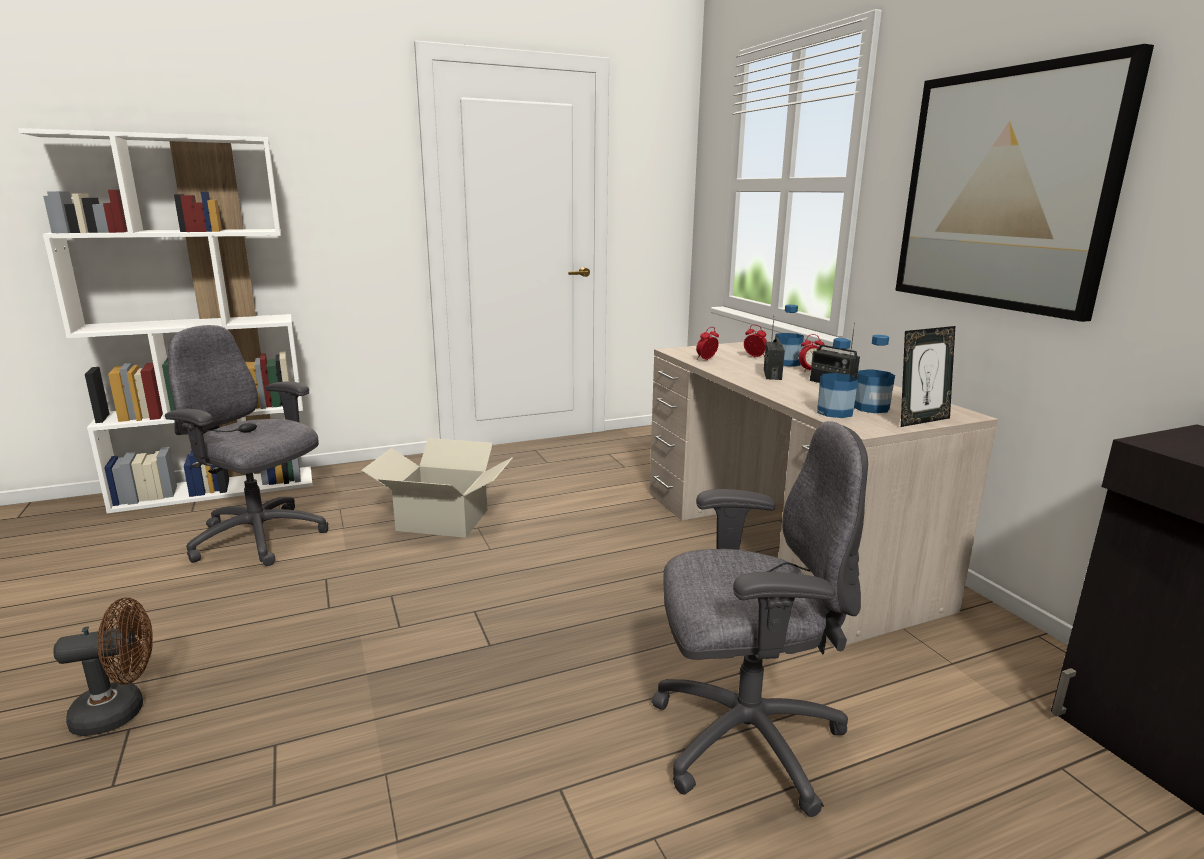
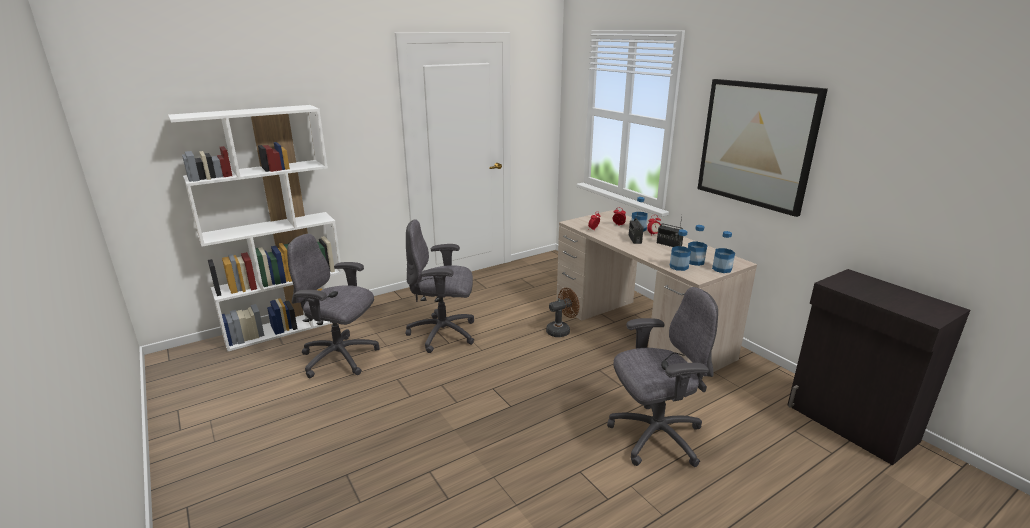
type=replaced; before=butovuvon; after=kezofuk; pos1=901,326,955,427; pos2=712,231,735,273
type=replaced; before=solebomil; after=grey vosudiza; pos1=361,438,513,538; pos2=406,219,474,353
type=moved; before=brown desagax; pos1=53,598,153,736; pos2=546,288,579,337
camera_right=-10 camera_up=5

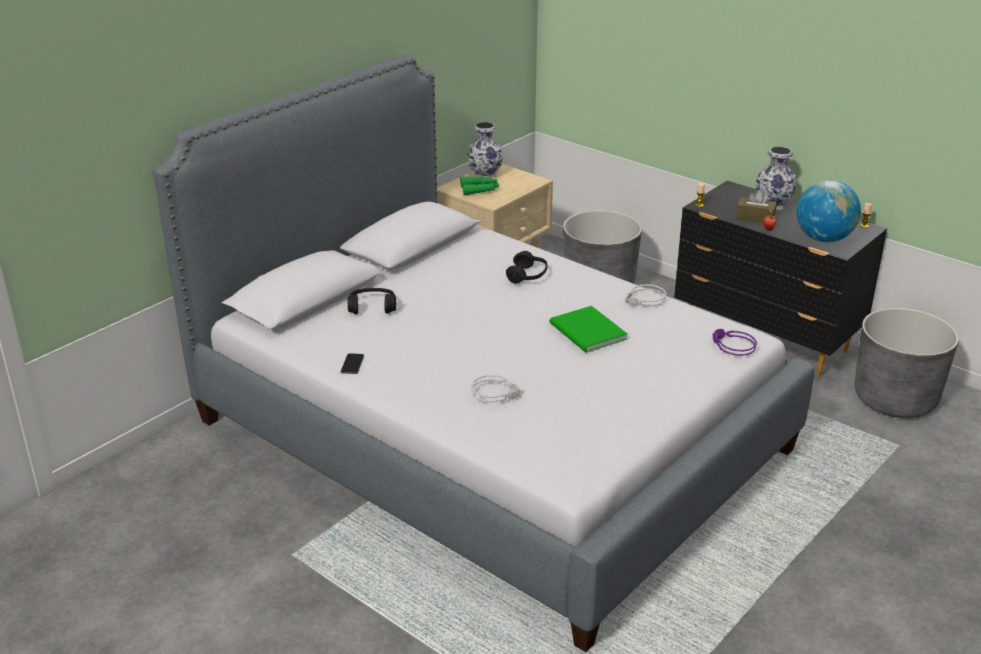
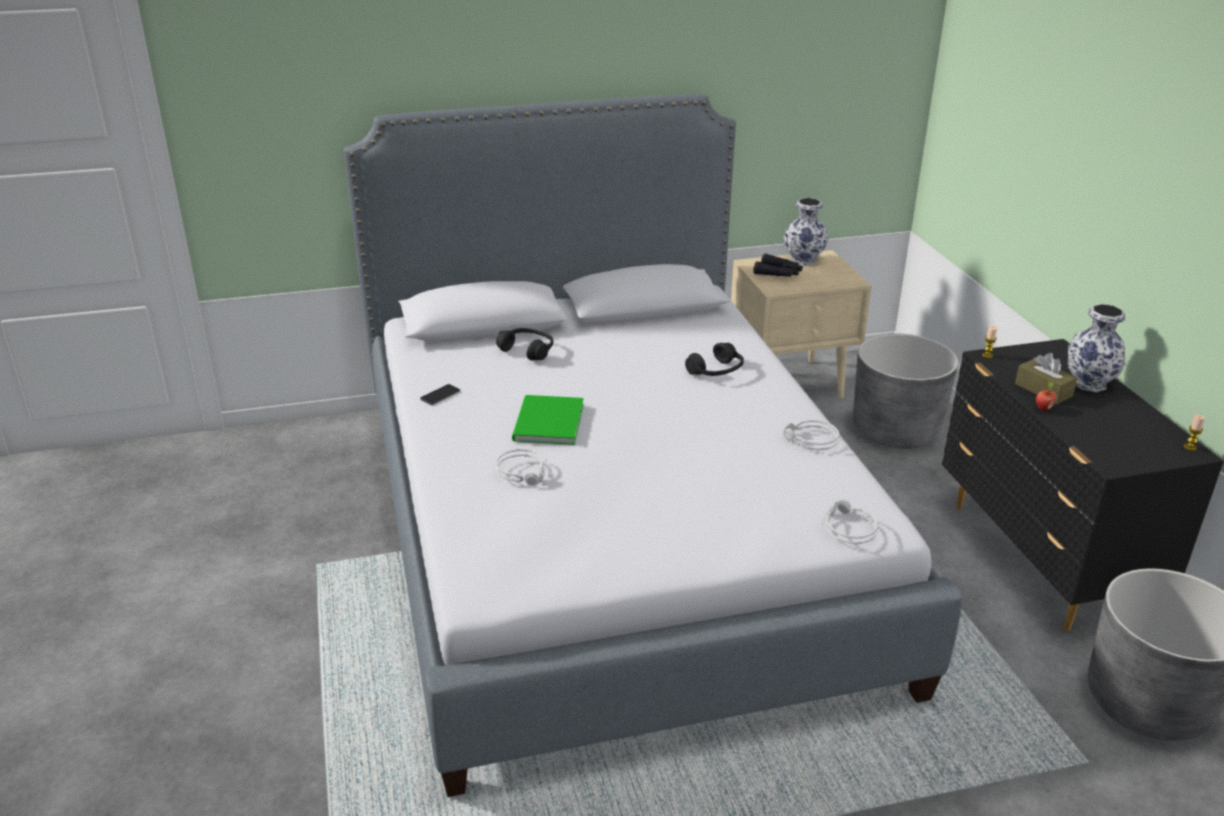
type=recoloured; before=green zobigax; after=black zobigax; pos1=460,177,499,195; pos2=753,253,803,277
type=removed; before=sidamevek; pos1=796,180,861,242
type=moved; before=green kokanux; pos1=550,306,628,353; pos2=512,395,584,445
type=recoloured; before=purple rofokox; after=grey rofokox; pos1=713,329,757,356; pos2=821,500,878,544
camera_right=35 camera_up=0

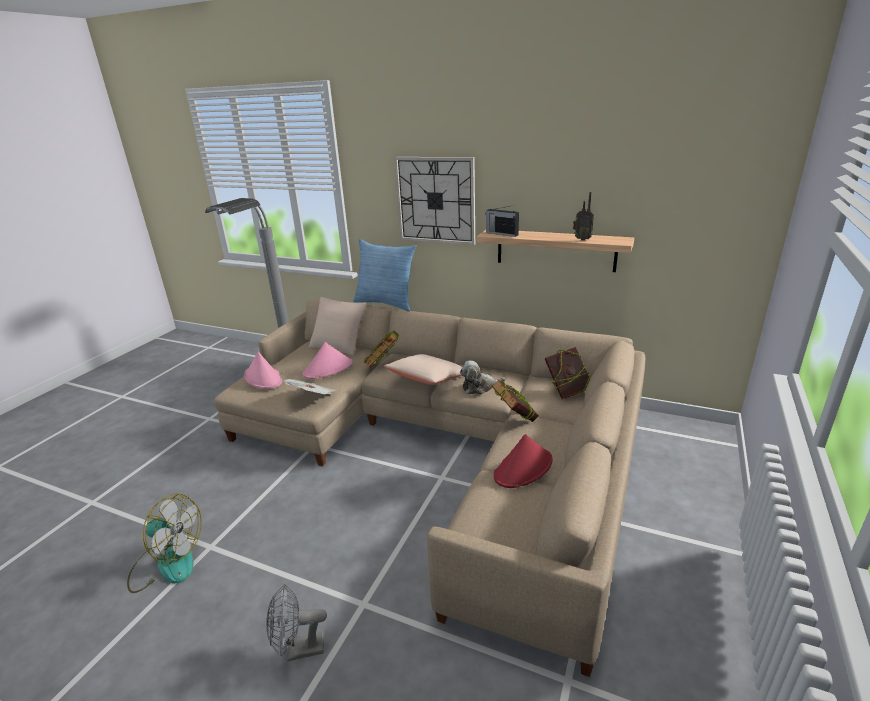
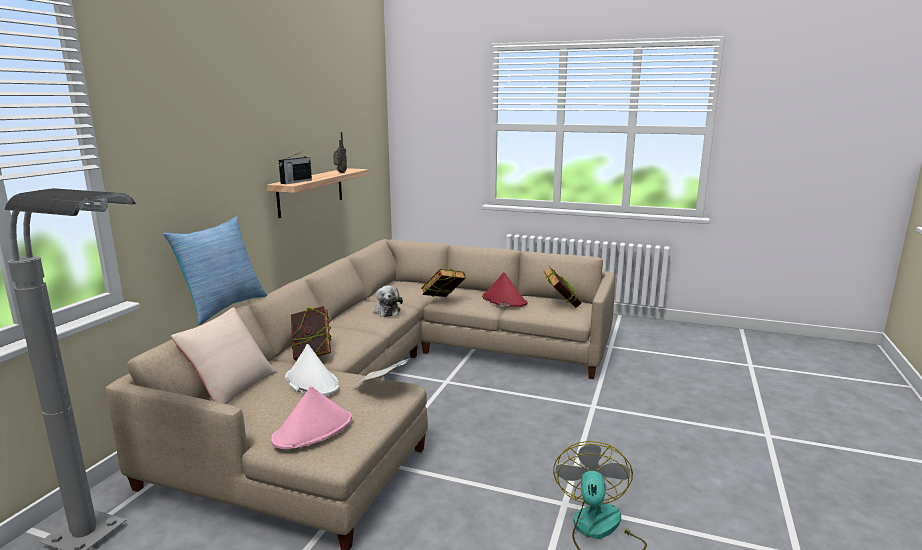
type=removed; before=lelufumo; pos1=394,157,475,245
type=recoloured; before=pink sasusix; after=white sasusix; pos1=303,342,353,379; pos2=285,344,339,396
type=moved; before=kokanux; pos1=545,347,591,399; pos2=544,266,581,308
type=removed; before=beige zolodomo; pos1=384,354,463,385
type=removed; before=grey desagax; pos1=266,584,327,662
camera_right=-95 camera_up=-10

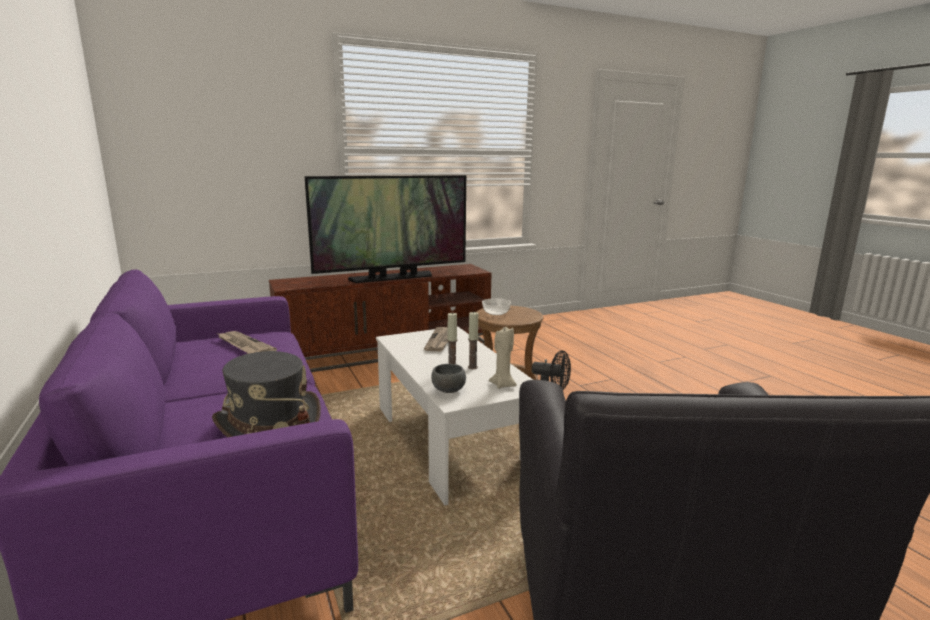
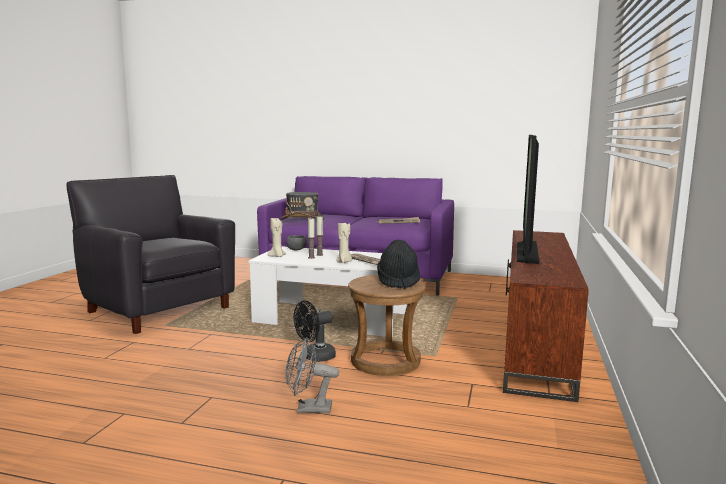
type=replaced; before=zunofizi; after=black sasusix; pos1=482,298,511,315; pos2=377,239,420,289
type=added; after=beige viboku; pos2=337,223,352,263
type=added; after=grey desagax; pos2=286,337,339,413
camera_right=130 camera_up=-5

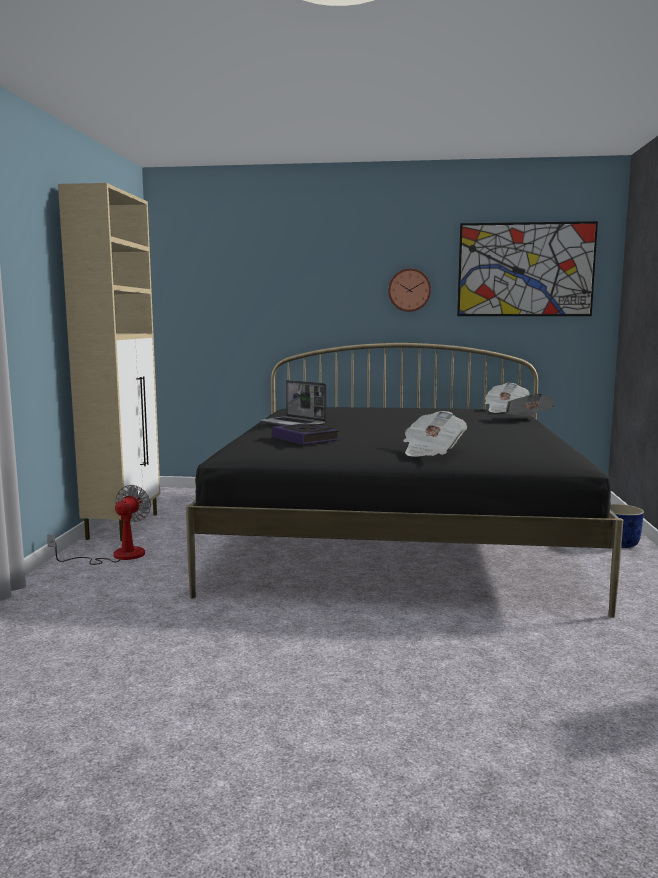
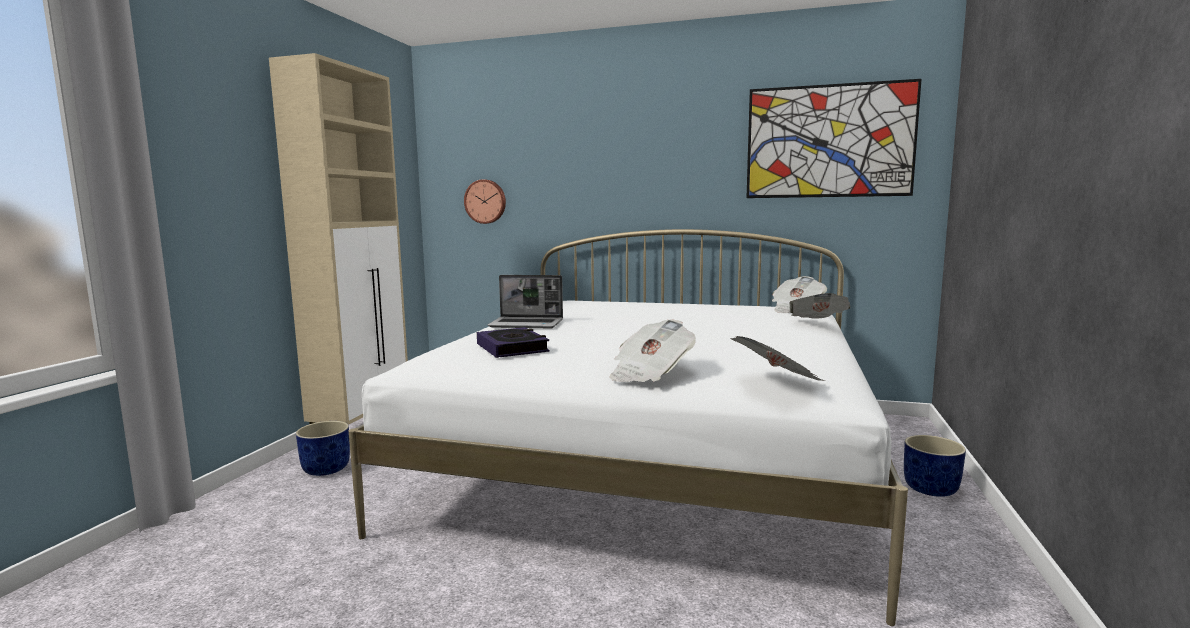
type=moved; before=lelufumo; pos1=388,268,431,312; pos2=464,179,506,224
type=recoloured; before=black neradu; after=white neradu; pos1=186,343,623,618; pos2=349,229,908,626
type=turned; before=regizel; pos1=259,380,326,426; pos2=487,275,563,328; turn=-45
type=replaced; before=desagax; after=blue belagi; pos1=47,485,151,565; pos2=296,421,350,476
type=added; after=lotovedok; pos2=731,336,826,381
camera_right=10 camera_up=0

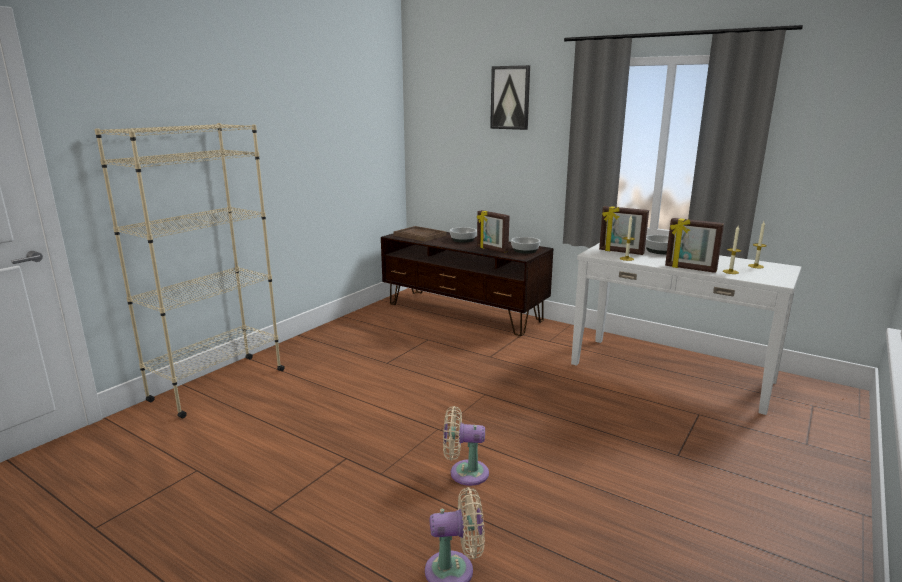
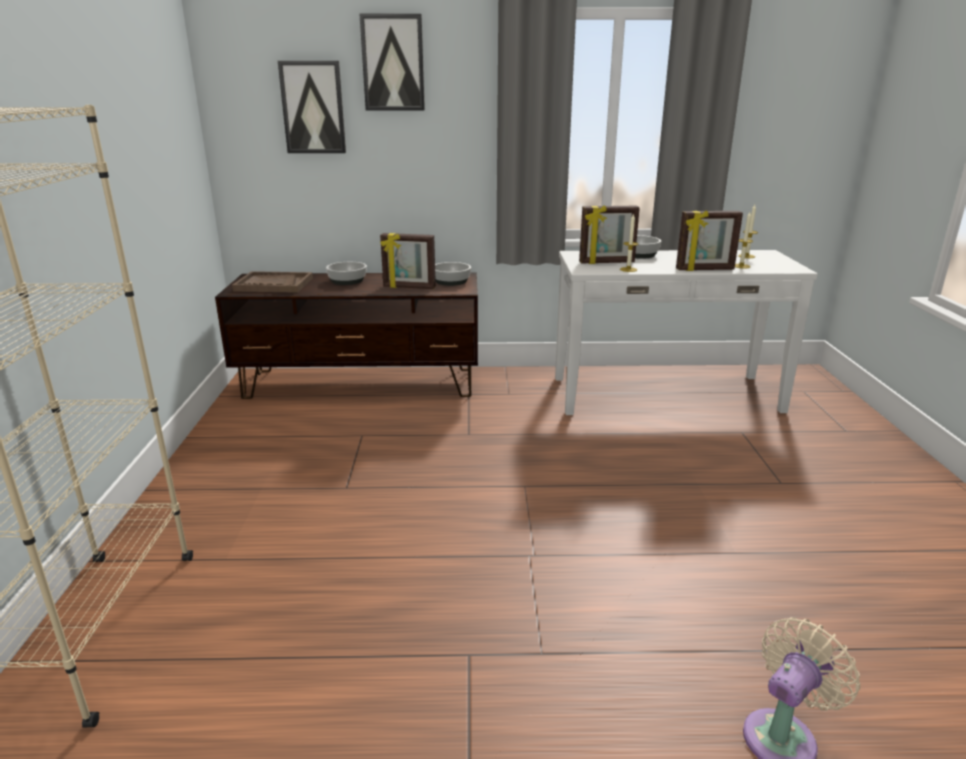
type=removed; before=beige desagax; pos1=443,406,489,486
type=added; after=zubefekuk; pos2=278,61,346,153
camera_right=-35 camera_up=5

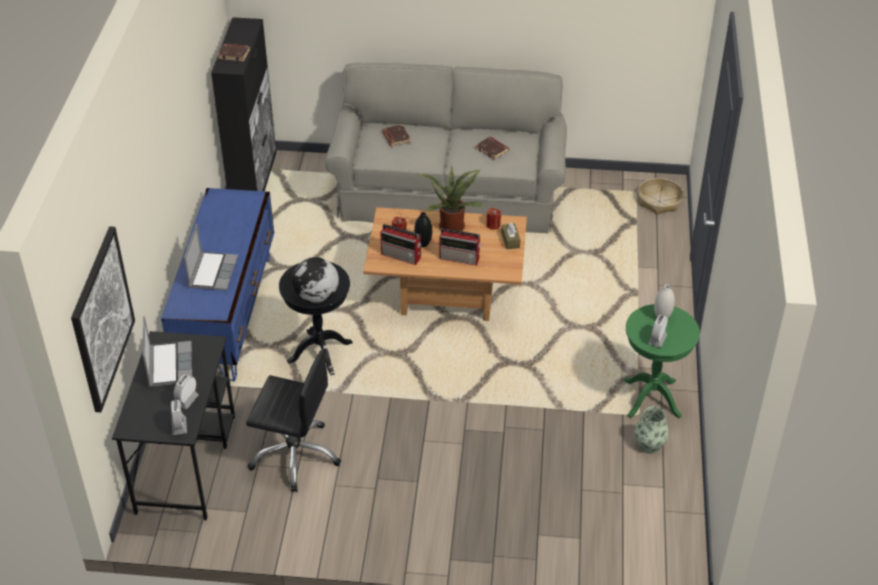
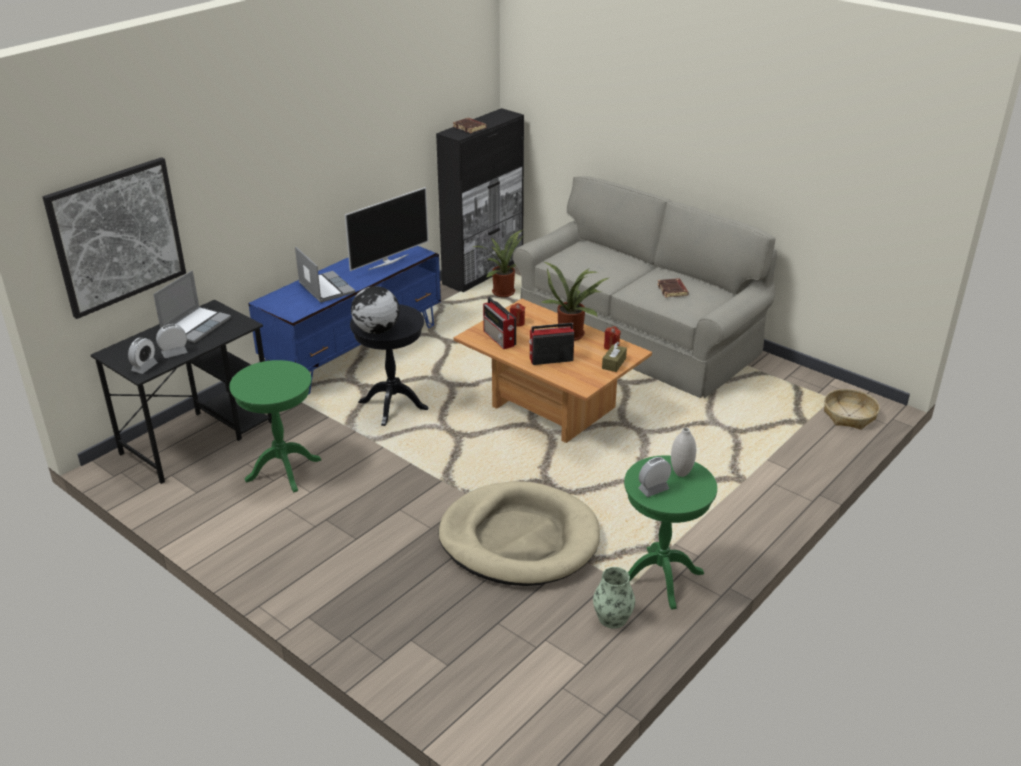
type=removed; before=brown kokanux; pos1=382,125,411,147
type=removed; before=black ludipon; pos1=414,212,432,247
type=turned; before=regizel; pos1=184,223,238,291; pos2=295,246,355,303; turn=-75
type=turned; before=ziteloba; pos1=440,228,481,266; pos2=529,323,574,365; turn=120
type=replaced; before=black vosudiza; after=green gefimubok; pos1=246,349,341,492; pos2=229,360,321,492
type=added; after=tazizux; pos2=345,187,429,271
type=added; after=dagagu; pos2=473,229,525,297
type=added; after=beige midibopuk; pos2=438,481,600,586
camera_right=35 camera_up=-10

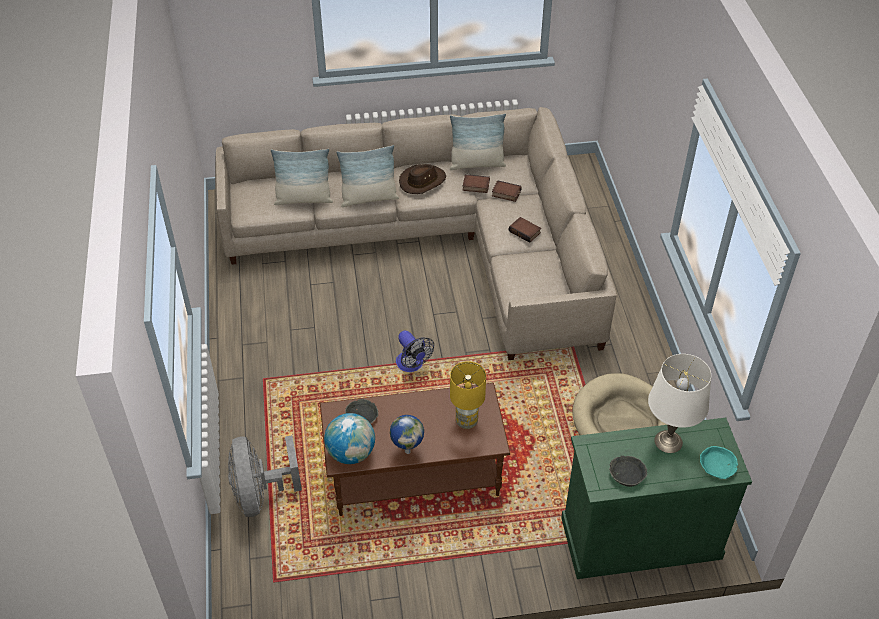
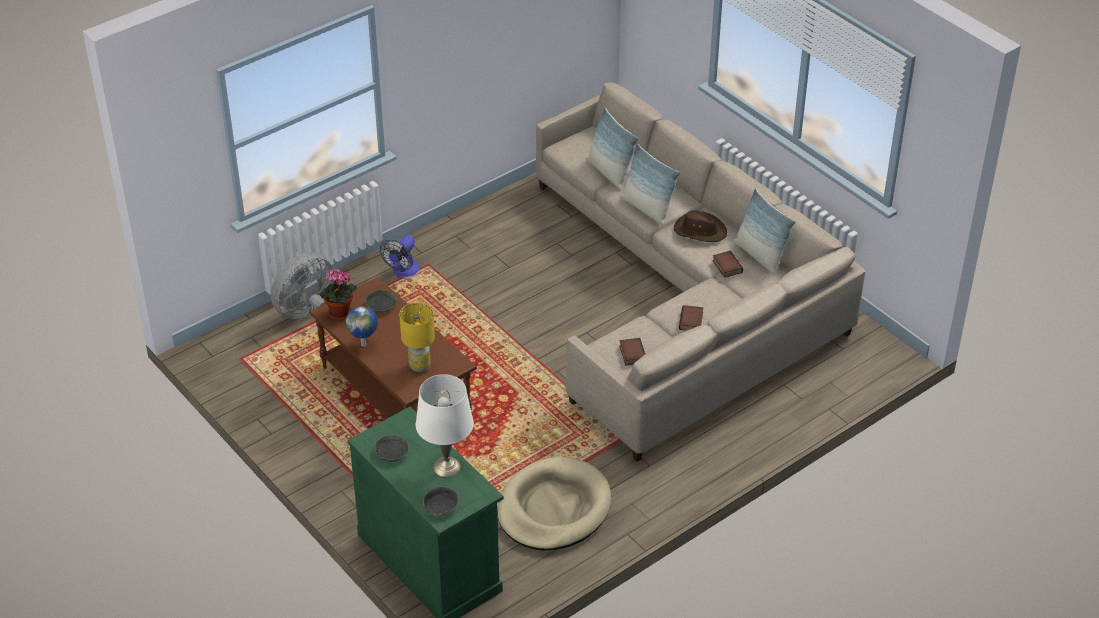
type=moved; before=kokanux; pos1=492,180,522,202; pos2=619,338,645,366
type=moved; before=desagax; pos1=396,330,434,372; pos2=380,235,420,277
type=replaced; before=sidamevek; after=dagagu; pos1=324,413,375,464; pos2=319,269,357,320
type=recoloured; before=turquoise zunofizi; after=grey zunofizi; pos1=700,446,738,479; pos2=423,486,459,516
camera_right=60 camera_up=-5

